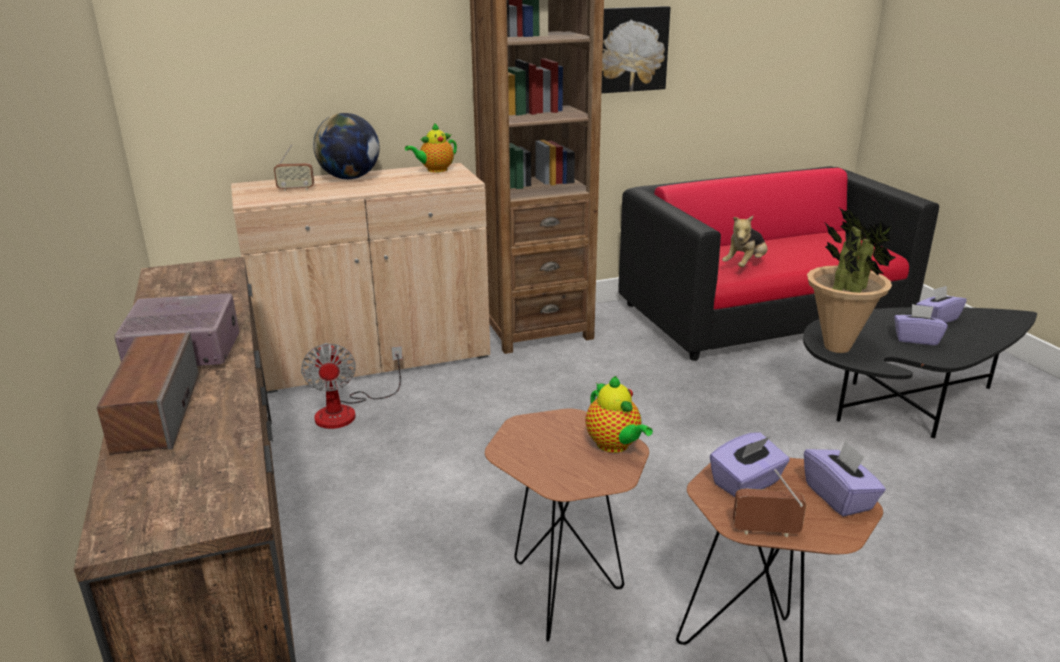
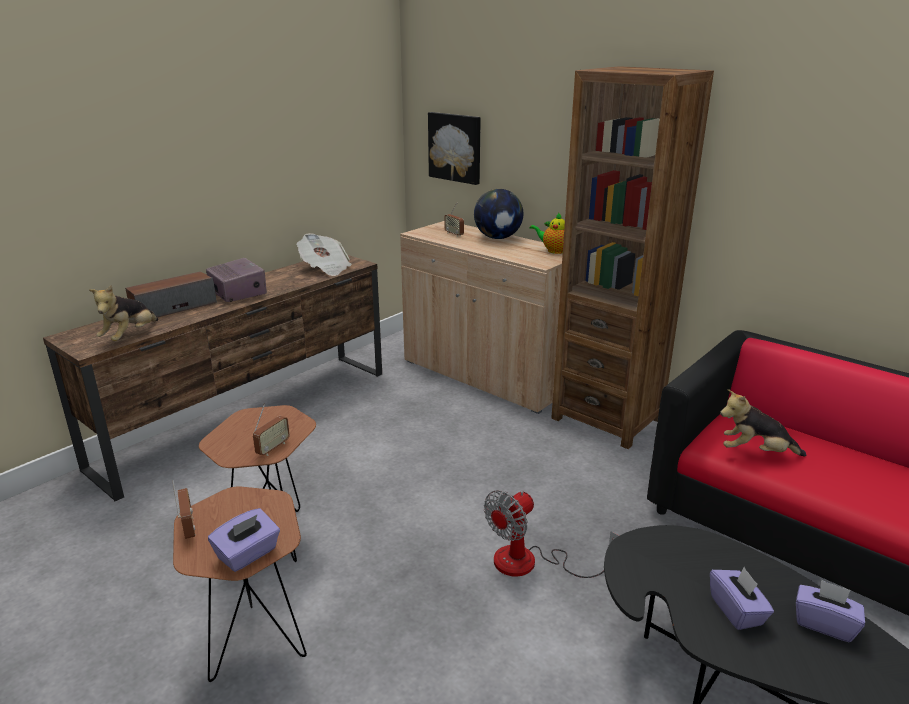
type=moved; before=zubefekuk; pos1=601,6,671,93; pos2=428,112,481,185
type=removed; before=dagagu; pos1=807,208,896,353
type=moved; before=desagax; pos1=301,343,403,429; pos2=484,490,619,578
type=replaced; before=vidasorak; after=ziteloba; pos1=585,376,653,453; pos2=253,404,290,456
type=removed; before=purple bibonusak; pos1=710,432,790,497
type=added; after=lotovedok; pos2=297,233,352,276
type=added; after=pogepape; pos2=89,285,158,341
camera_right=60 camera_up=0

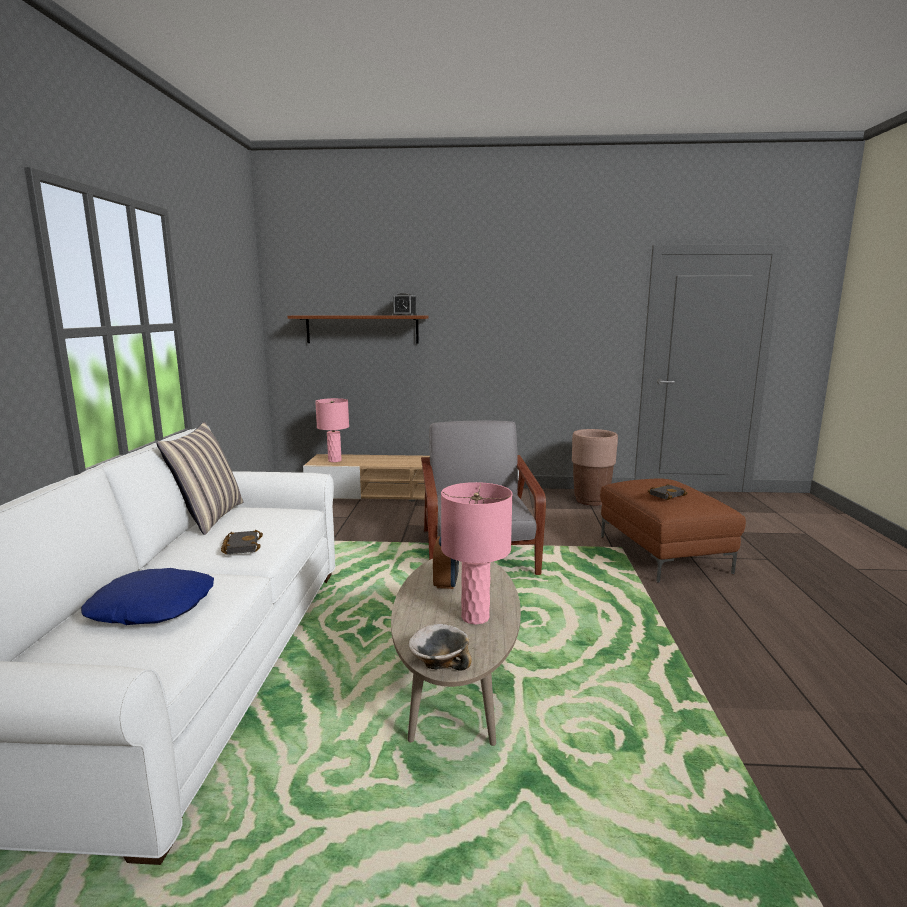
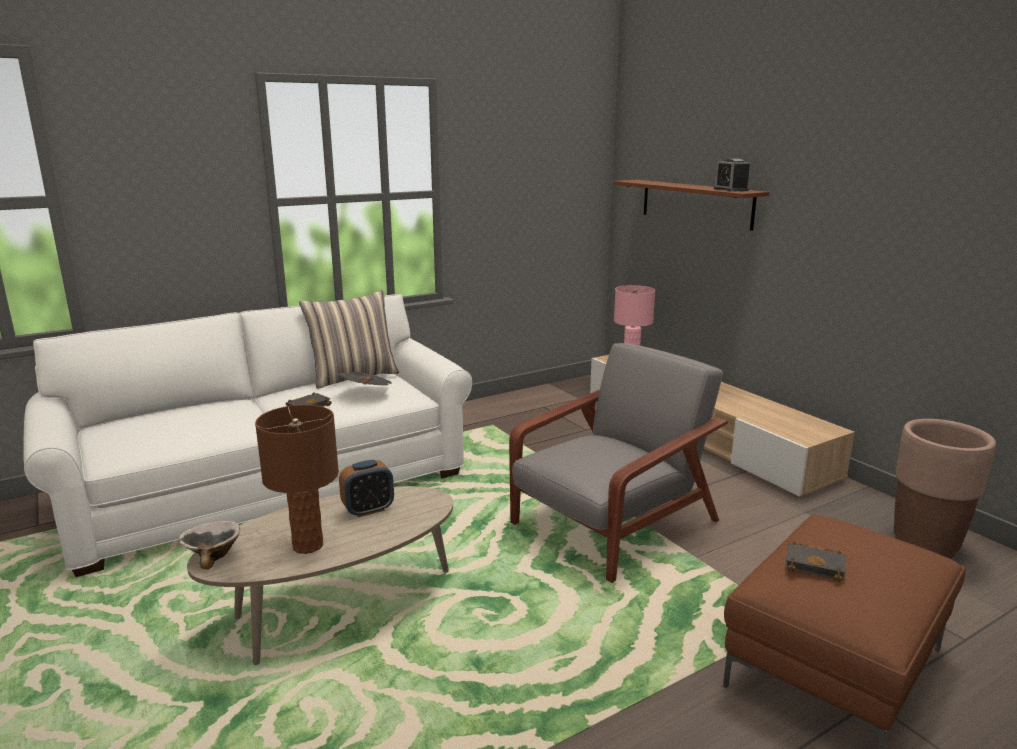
type=recoloured; before=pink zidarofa; after=brown zidarofa; pos1=441,482,513,625; pos2=255,405,339,554
type=removed; before=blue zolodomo; pos1=81,568,214,625
type=added; after=lotovedok; pos2=336,372,392,386
camera_right=55 camera_up=5

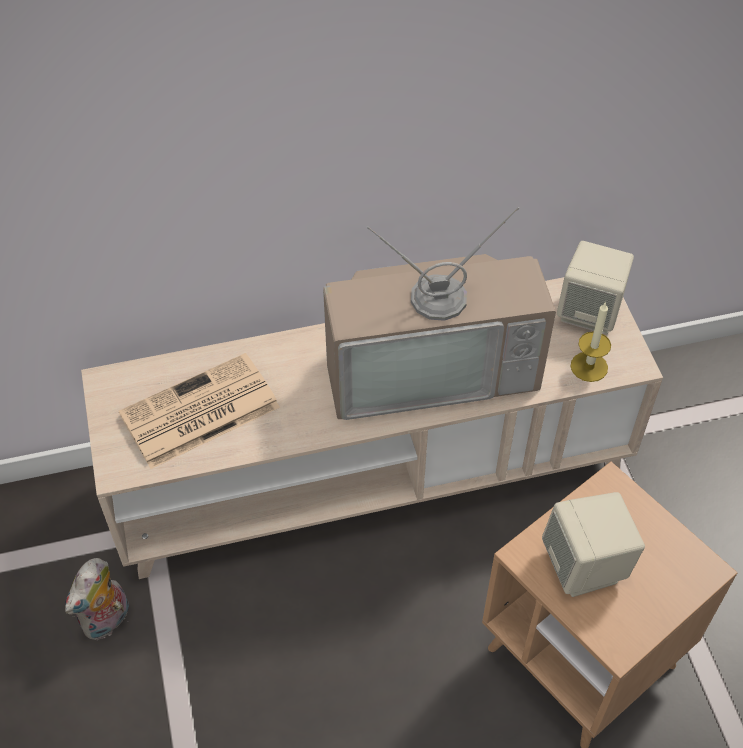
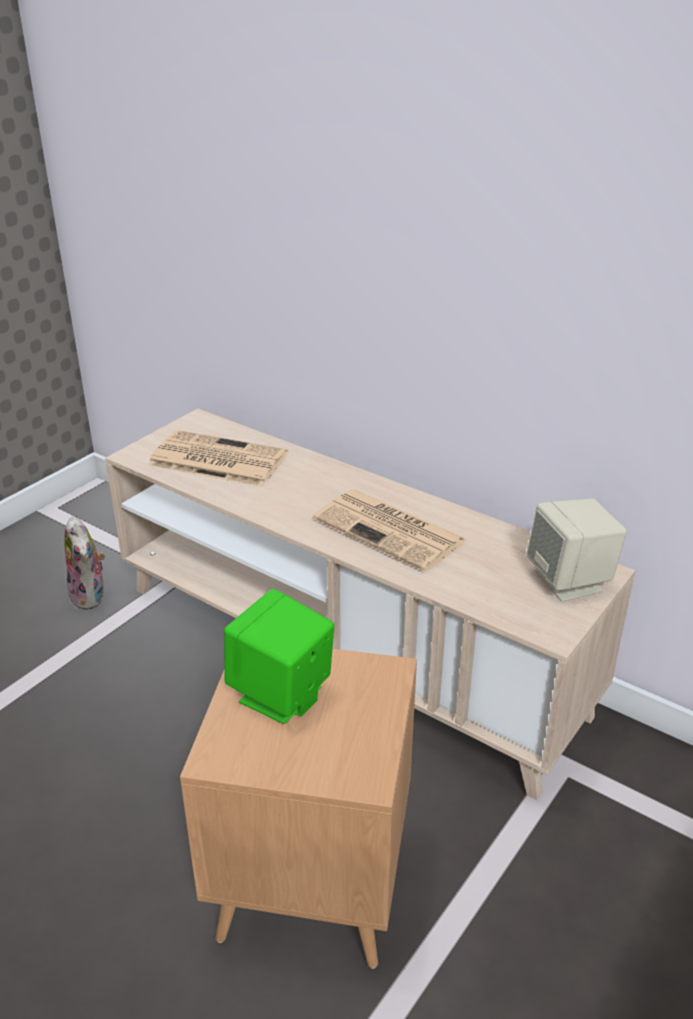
type=replaced; before=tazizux; after=lotovedok; pos1=323,207,556,420; pos2=313,490,467,572
type=removed; before=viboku; pos1=571,302,611,382
type=recoloured; before=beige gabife; after=green gabife; pos1=542,492,645,597; pos2=224,589,334,724
type=turned; before=pogepape; pos1=65,558,129,640; pos2=64,516,105,610; turn=-105
camera_right=50 camera_up=-20

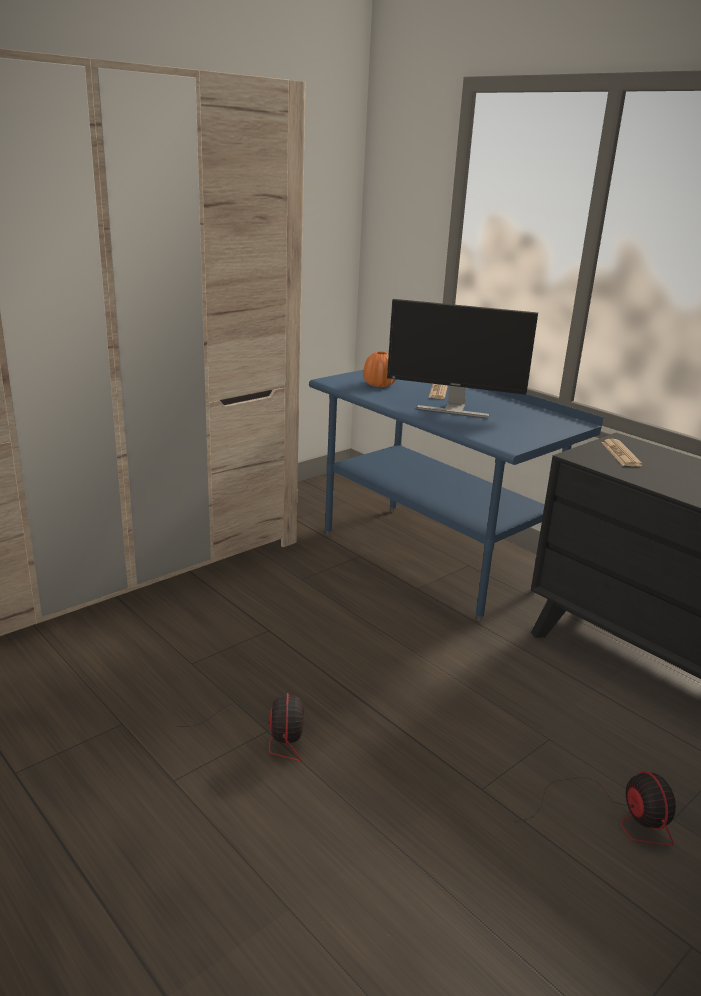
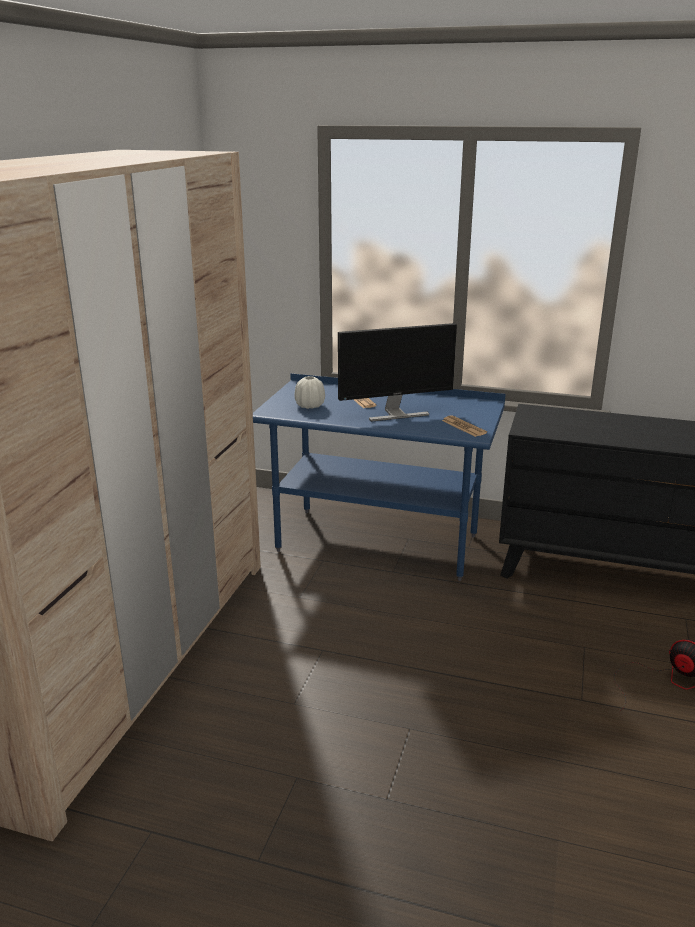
type=recoloured; before=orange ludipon; after=white ludipon; pos1=363,352,396,387; pos2=295,376,325,409
type=moved; before=lotovedok; pos1=601,439,643,467; pos2=442,415,487,437
type=removed; before=desagax; pos1=176,693,303,762
camera_right=-30 camera_up=0

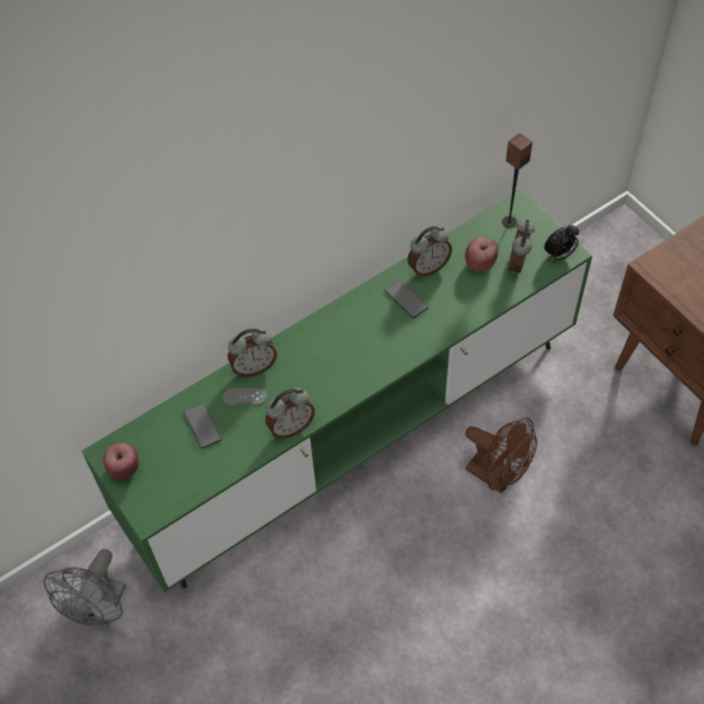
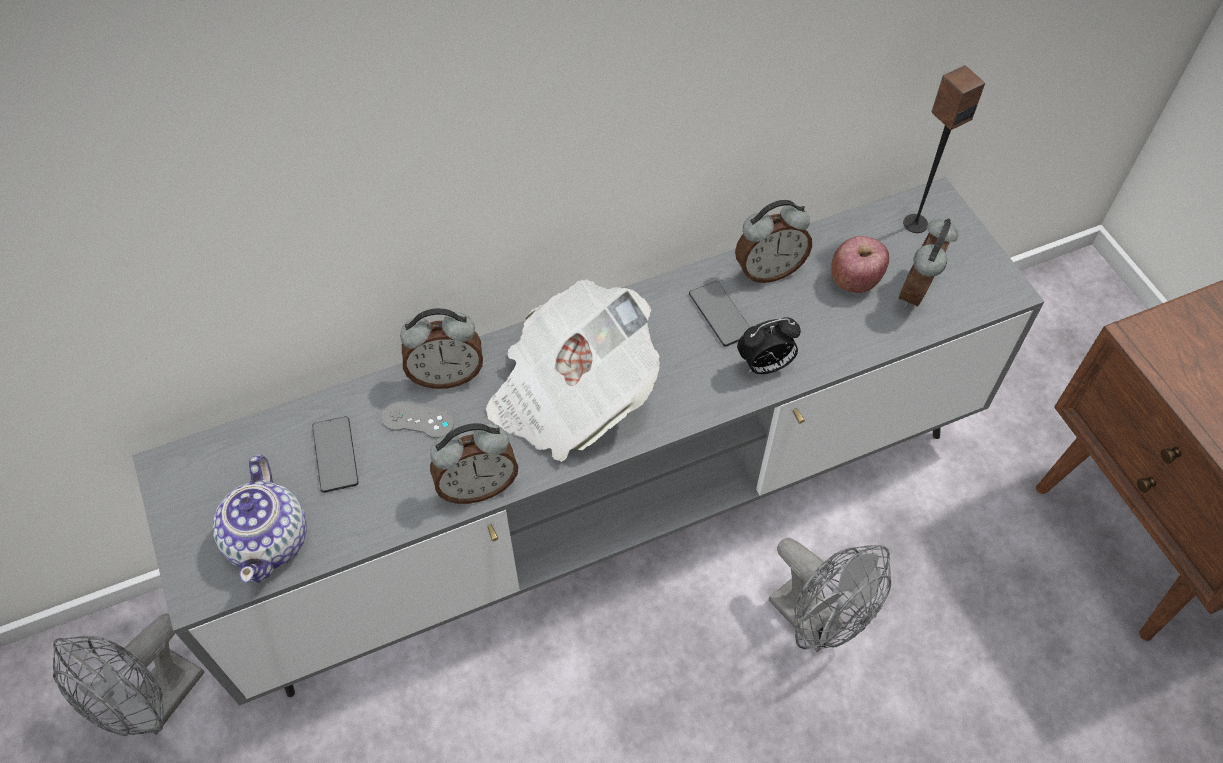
type=recoloured; before=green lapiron; after=grey lapiron; pos1=82,189,592,593; pos2=133,177,1045,706
type=moved; before=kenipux; pos1=544,225,579,260; pos2=737,317,801,374
type=recoloured; before=brown desagax; after=grey desagax; pos1=465,418,537,494; pos2=769,538,891,652
type=removed; before=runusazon; pos1=103,443,139,480
type=added; after=lotovedok; pos2=486,279,660,462
type=added; after=vidasorak; pos2=213,454,307,583
camera_right=10 camera_up=0

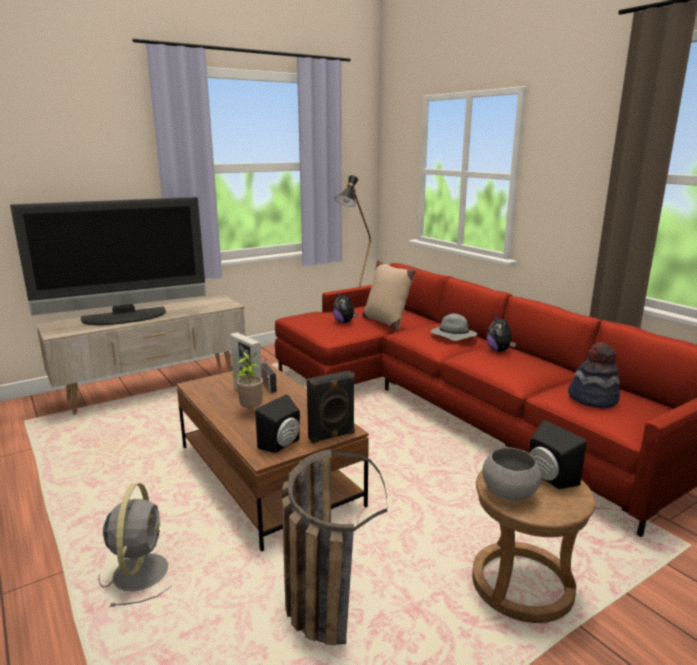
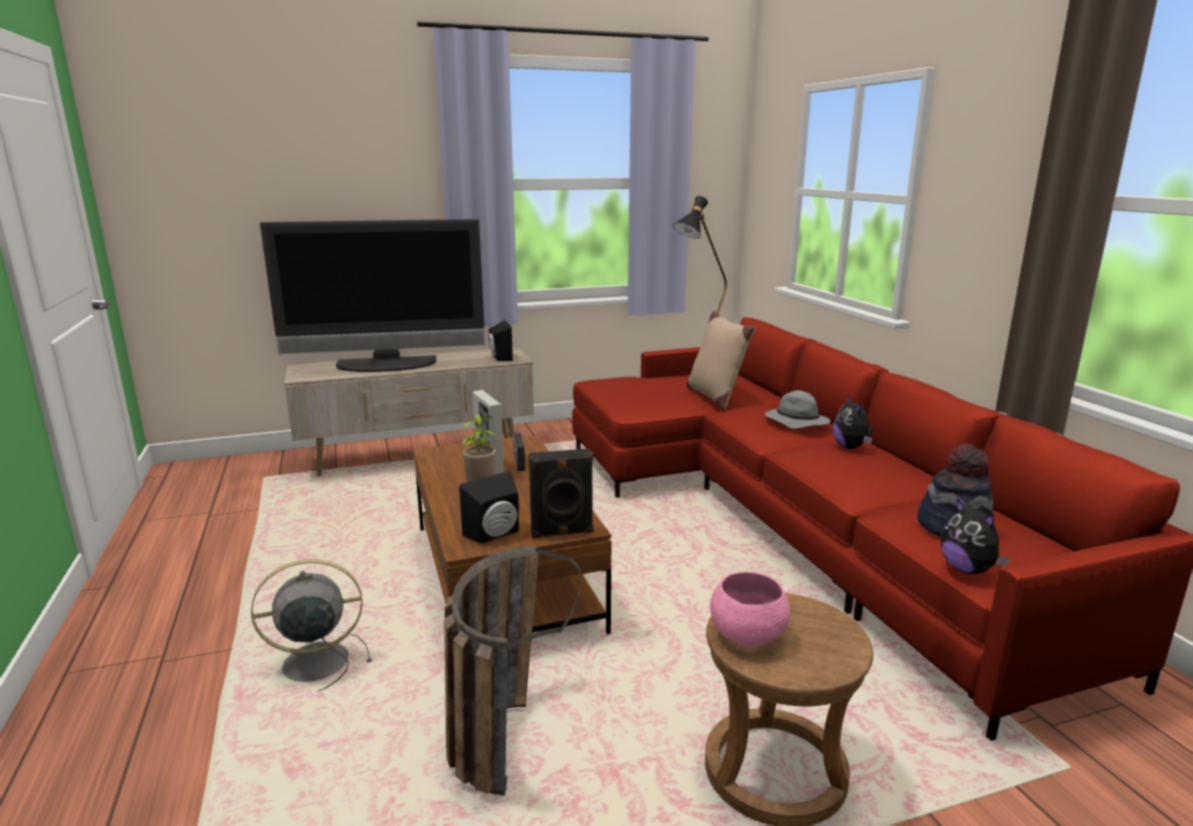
type=moved; before=pogepape; pos1=333,292,358,323; pos2=941,498,1010,574
type=moved; before=black gabife; pos1=529,420,587,490; pos2=488,320,513,361
type=recoloured; before=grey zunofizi; after=pink zunofizi; pos1=482,448,541,501; pos2=710,572,790,647
type=turned; before=grey desagax; pos1=98,483,172,607; pos2=251,559,372,692; turn=-120
camera_right=15 camera_up=0

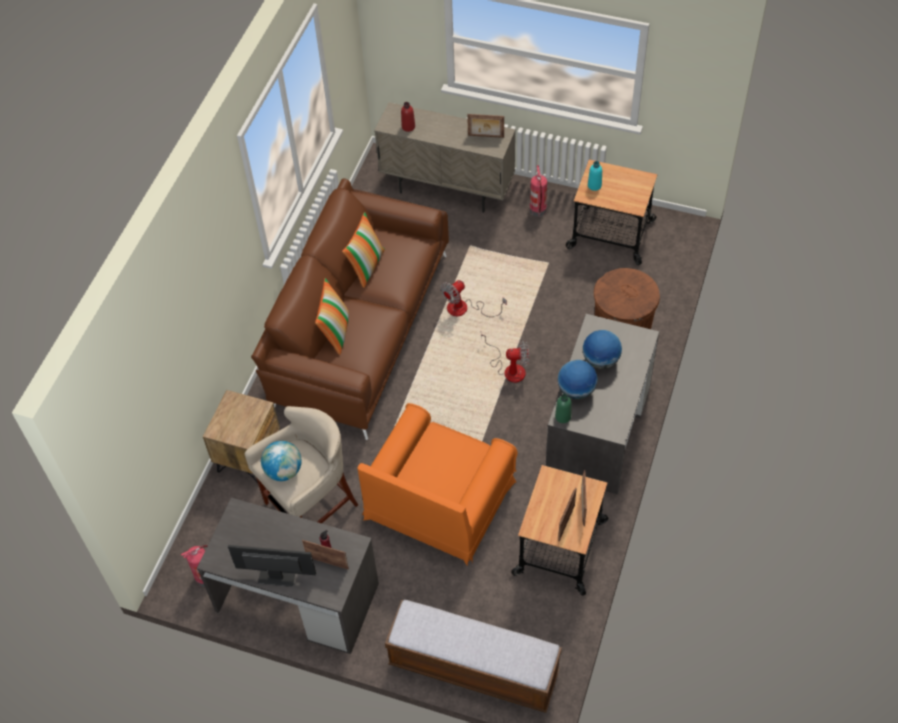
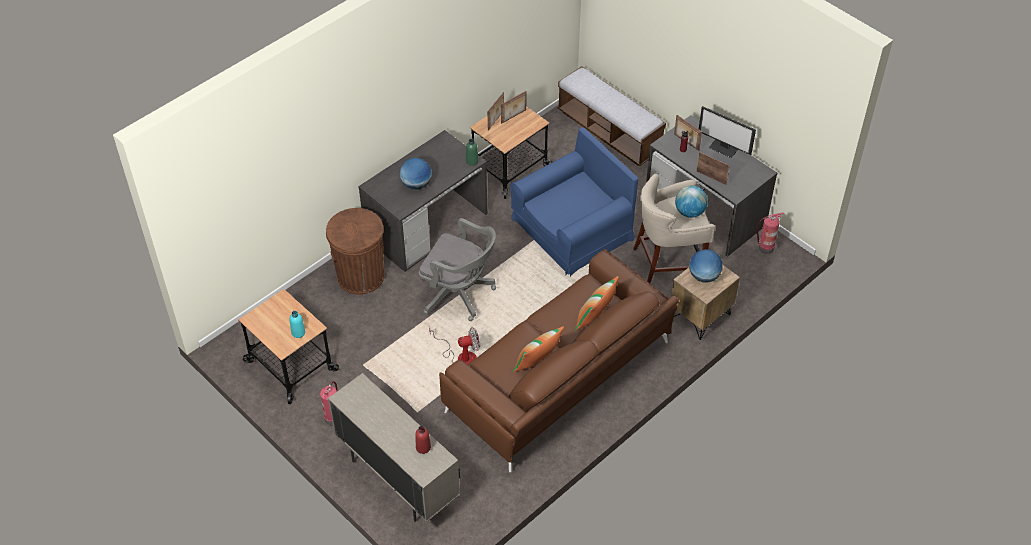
type=moved; before=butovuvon; pos1=467,114,504,138; pos2=697,152,730,185
type=replaced; before=desagax; after=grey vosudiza; pos1=481,334,529,383; pos2=419,218,496,321
type=moved; before=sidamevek; pos1=558,360,598,399; pos2=689,249,722,283
type=recoloured; before=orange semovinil; after=blue semovinil; pos1=358,403,518,565; pos2=510,127,638,276
camera_right=-155 camera_up=-5

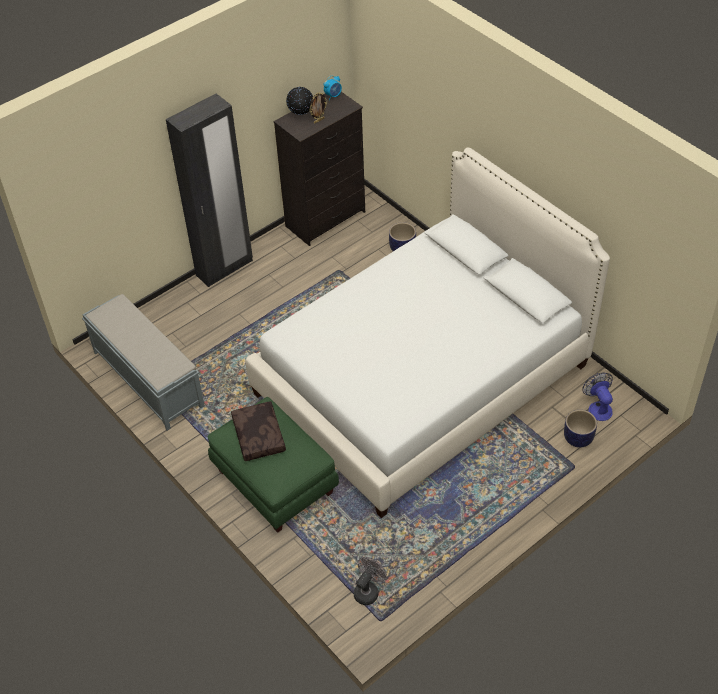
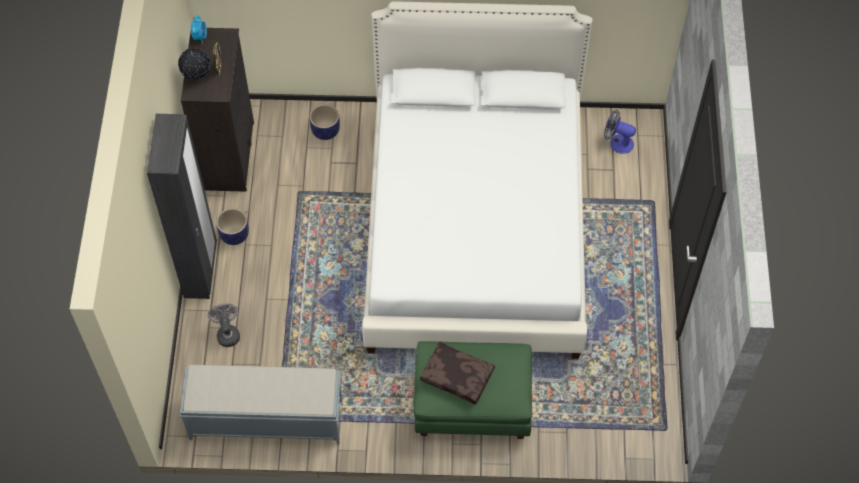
type=moved; before=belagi; pos1=564,410,597,448; pos2=216,208,249,245
type=moved; before=grey desagax; pos1=354,557,386,605; pos2=208,303,240,347
camera_right=-50 camera_up=10

